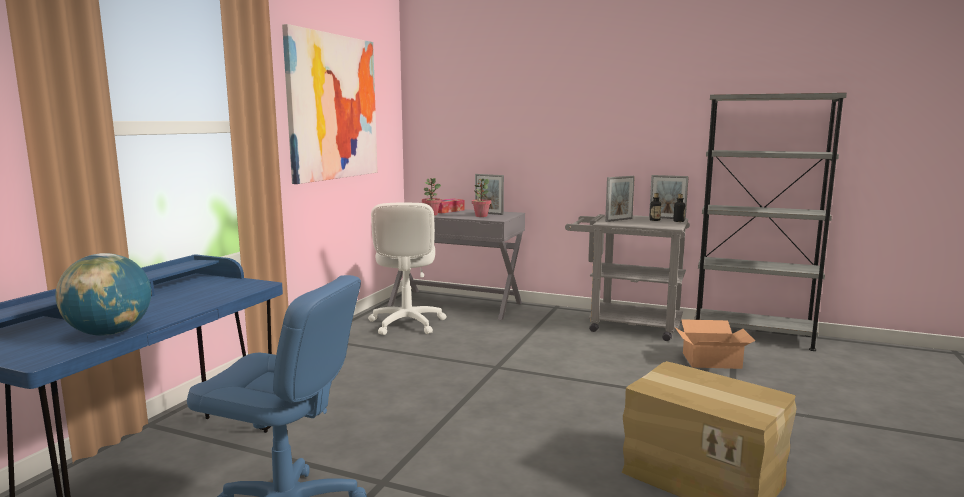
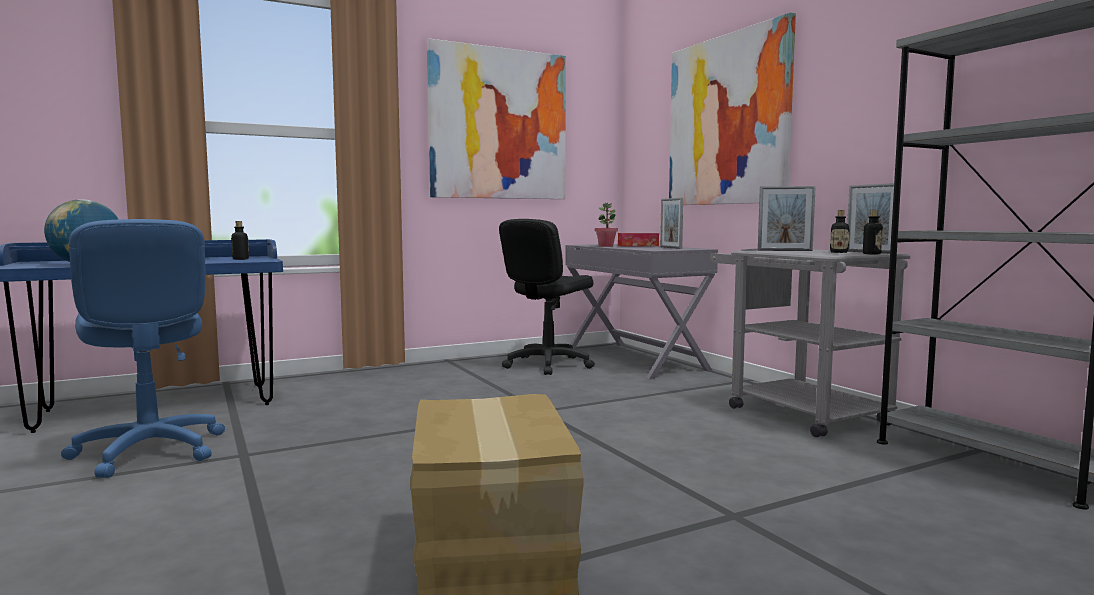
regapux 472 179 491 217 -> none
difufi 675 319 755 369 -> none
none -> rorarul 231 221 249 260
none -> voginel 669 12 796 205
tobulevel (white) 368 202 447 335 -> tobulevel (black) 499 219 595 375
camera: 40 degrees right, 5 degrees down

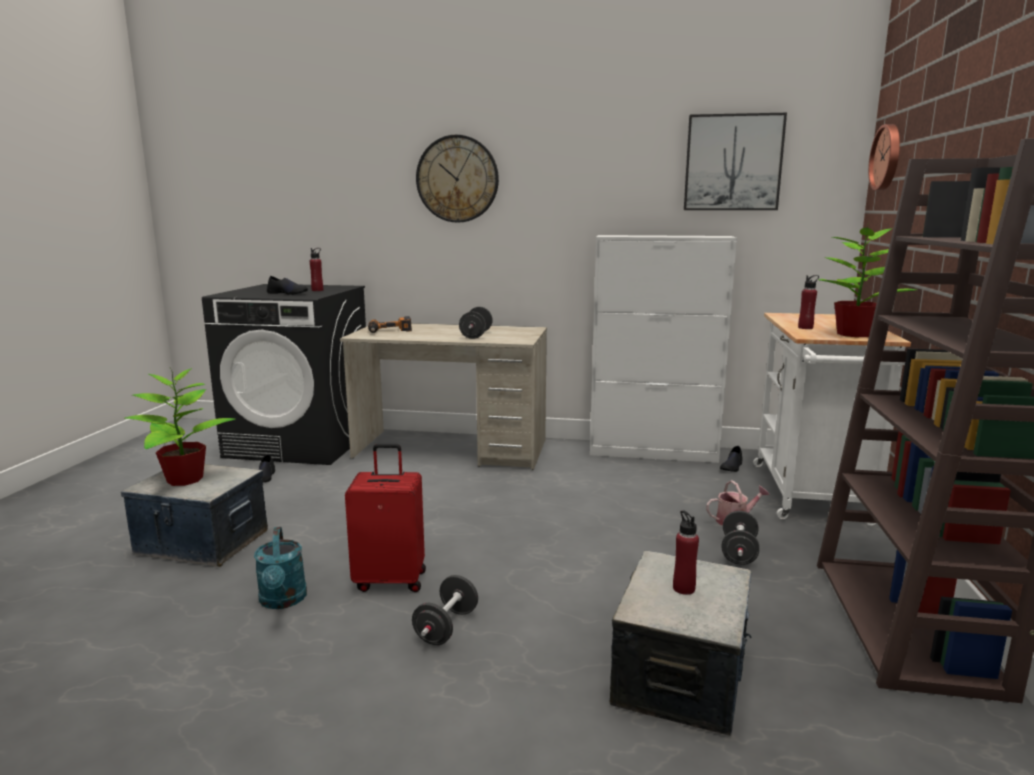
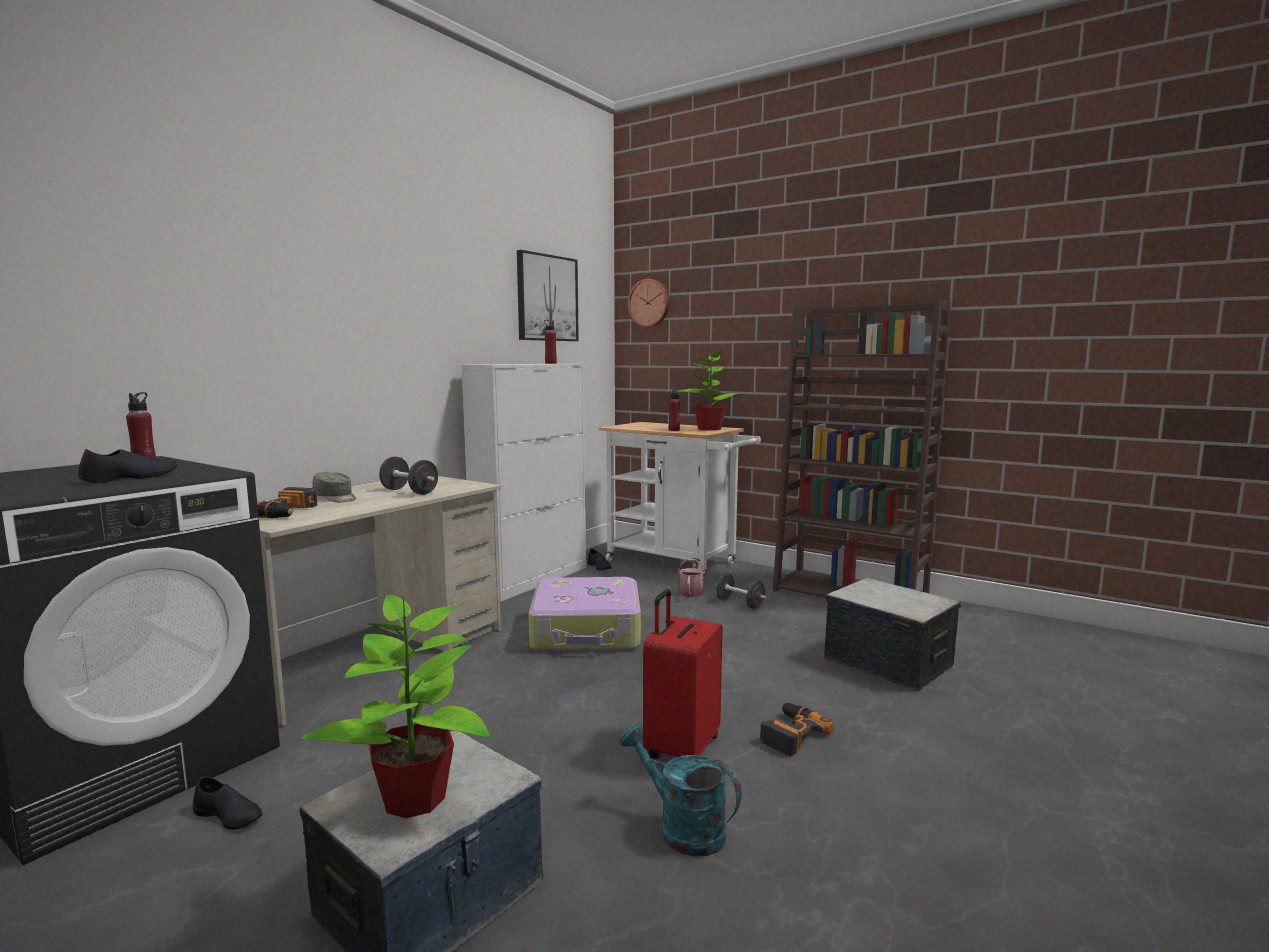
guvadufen 416 135 499 223 -> none
none -> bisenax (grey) 312 472 356 502
none -> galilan 529 577 641 651
rorarul (red) 673 510 699 595 -> rorarul (red) 544 320 557 364, relocated
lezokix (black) 412 575 478 645 -> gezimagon 760 702 834 756
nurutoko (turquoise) 254 527 307 609 -> nurutoko (turquoise) 619 724 742 857, 150 degrees counterclockwise
camera: 65 degrees left, 5 degrees down

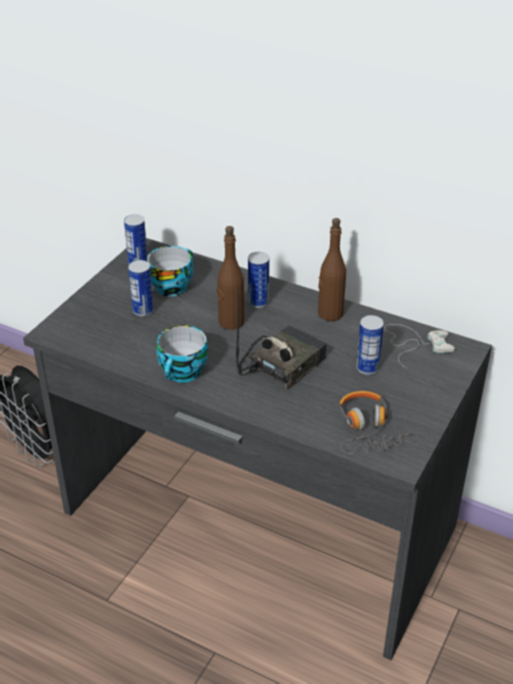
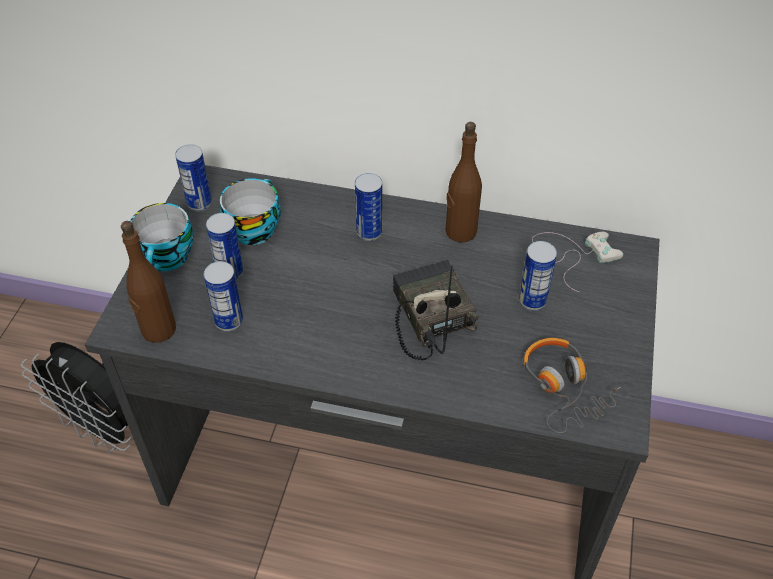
none -> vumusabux 204 261 243 332
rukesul 156 325 208 383 -> rukesul 130 203 194 271, relocated
rorarul (brown) 217 226 244 330 -> rorarul (brown) 121 221 176 343, relocated
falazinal 236 290 327 390 -> falazinal 393 260 479 361, 45 degrees counterclockwise
camera: 15 degrees left, 10 degrees up

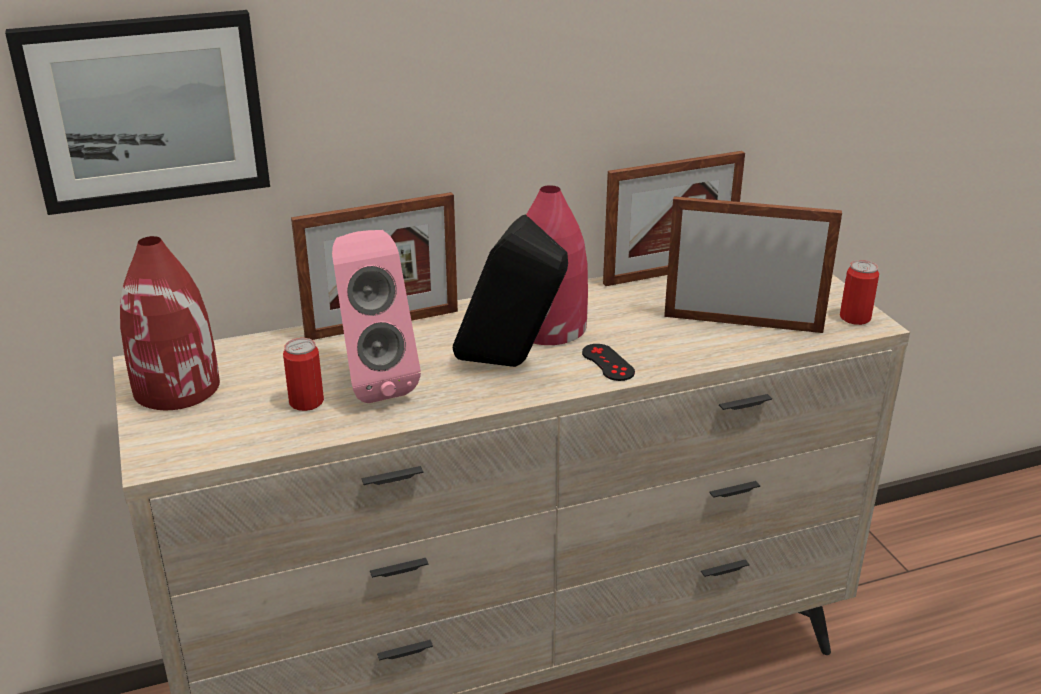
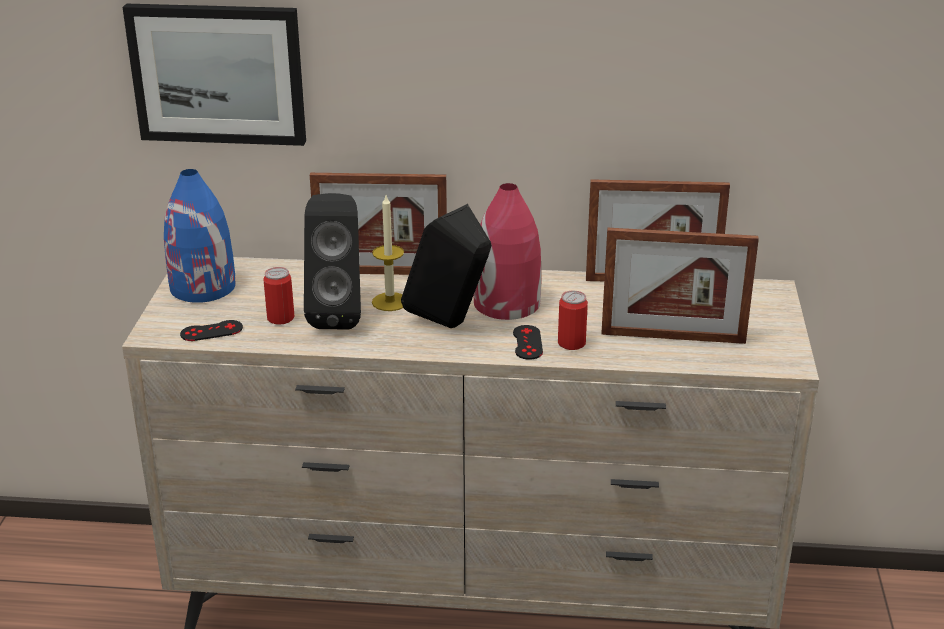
none -> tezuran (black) 180 320 243 341
none -> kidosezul 372 195 404 311
vumusabux 840 260 879 325 -> vumusabux 558 291 588 350, relocated
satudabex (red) 120 236 220 410 -> satudabex (blue) 164 169 236 303
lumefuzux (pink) 332 230 421 403 -> lumefuzux (black) 304 193 361 329
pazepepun 664 196 842 333 -> pazepepun 601 228 759 344, 150 degrees clockwise
camera: 25 degrees right, 0 degrees up

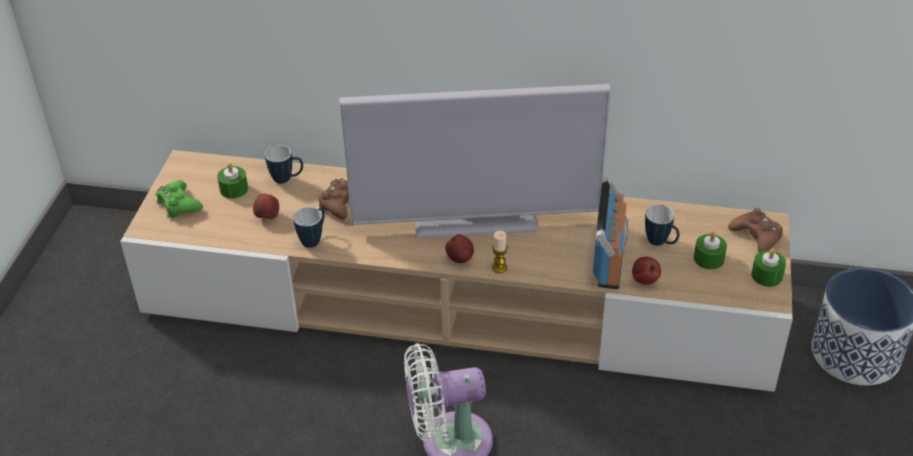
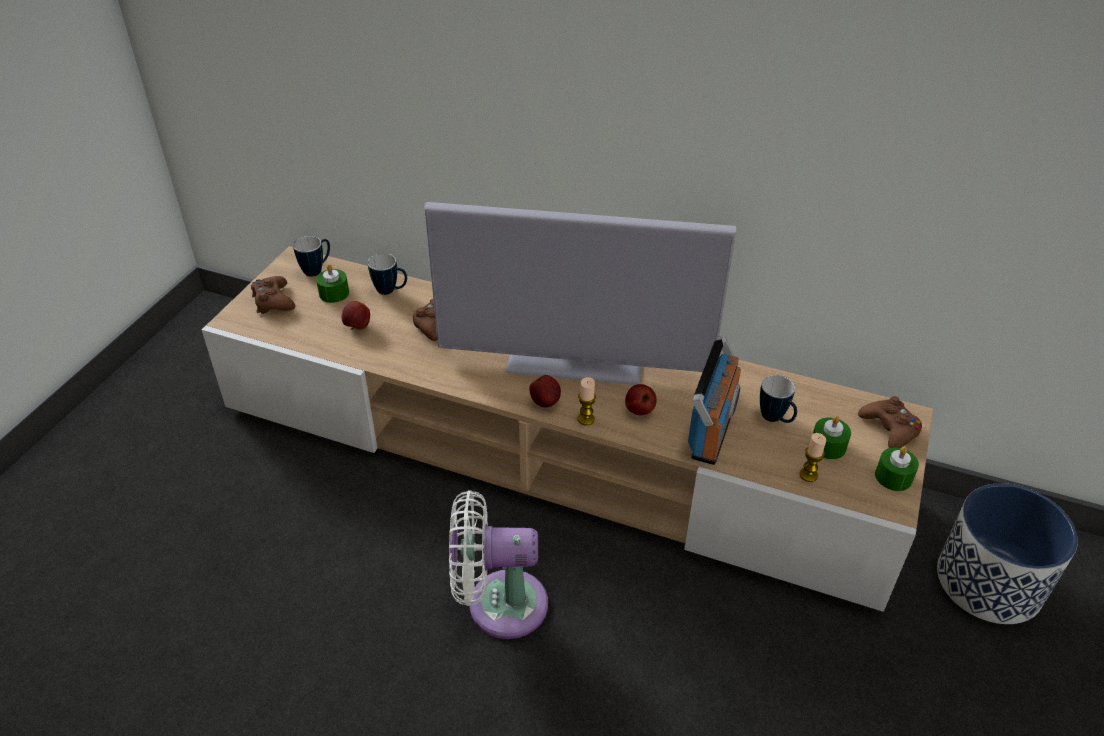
none -> kidosezul 799 433 826 482
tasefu 293 207 325 248 -> tasefu 293 236 330 277, relocated
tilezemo 632 257 661 285 -> tilezemo 625 384 657 415, relocated
tezuran (green) 156 180 203 218 -> tezuran (brown) 251 276 295 314
camera: 10 degrees right, 0 degrees up

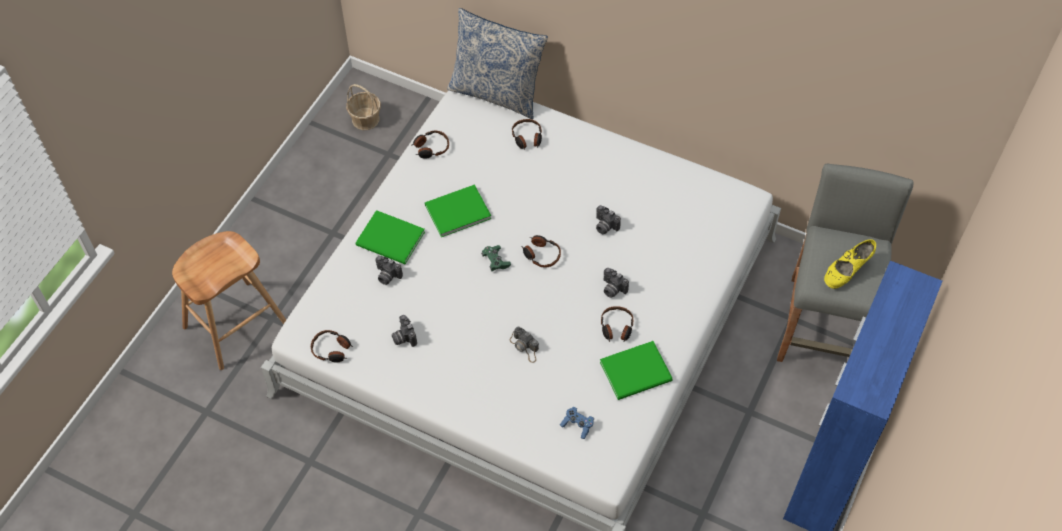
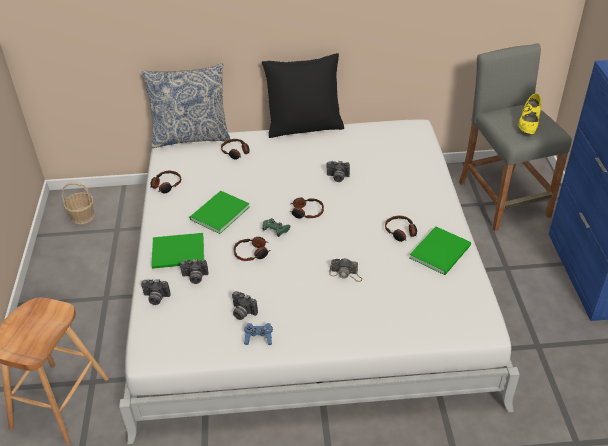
none -> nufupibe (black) 262 53 344 138
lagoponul 311 330 353 363 -> lagoponul 234 237 271 261, relocated
tezuran (blue) 560 407 594 439 -> tezuran (blue) 244 323 273 345, relocated
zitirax 603 268 629 298 -> zitirax 141 279 171 305, relocated
camera: 30 degrees left, 15 degrees down

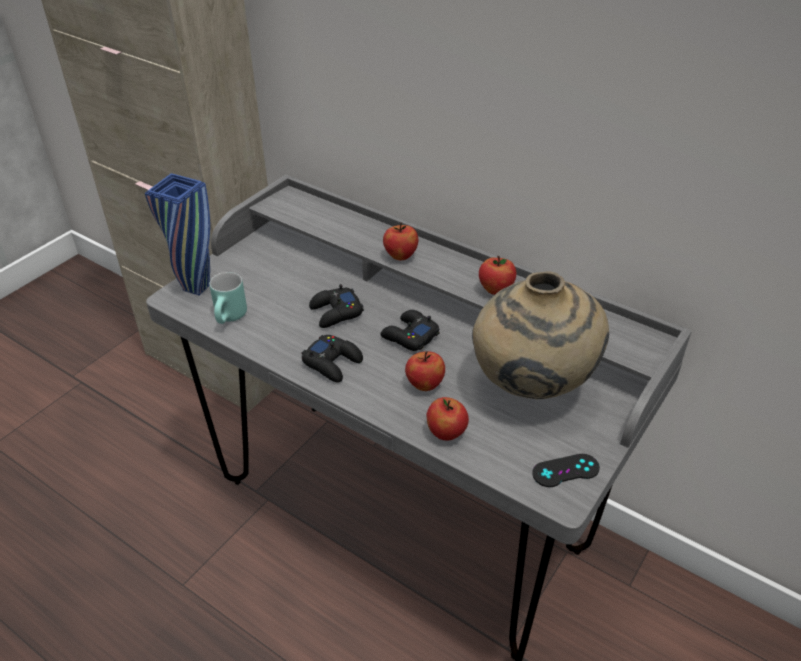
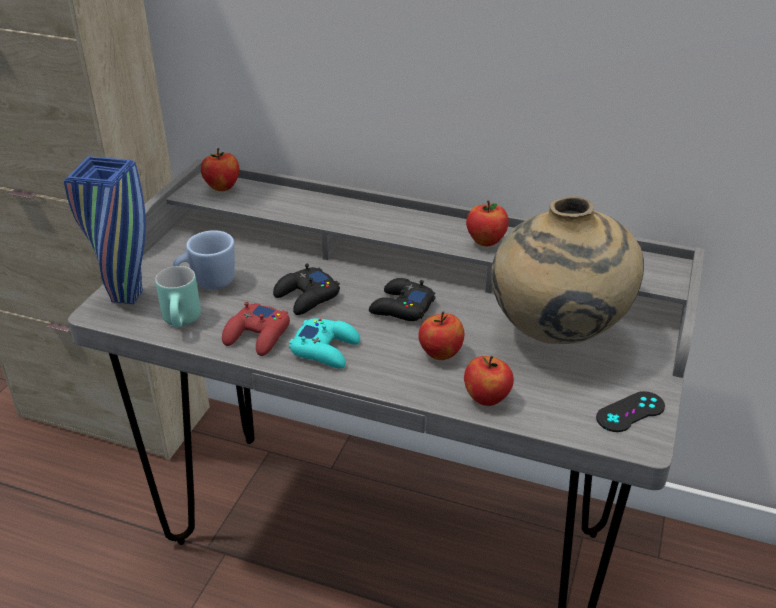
none -> tasefu (blue) 173 230 235 290
none -> tezuran (red) 222 302 290 356
tilezemo 383 222 418 260 -> tilezemo 201 148 239 191, relocated
tezuran (black) 301 335 363 383 -> tezuran (turquoise) 289 318 360 368
camera: 15 degrees left, 5 degrees down

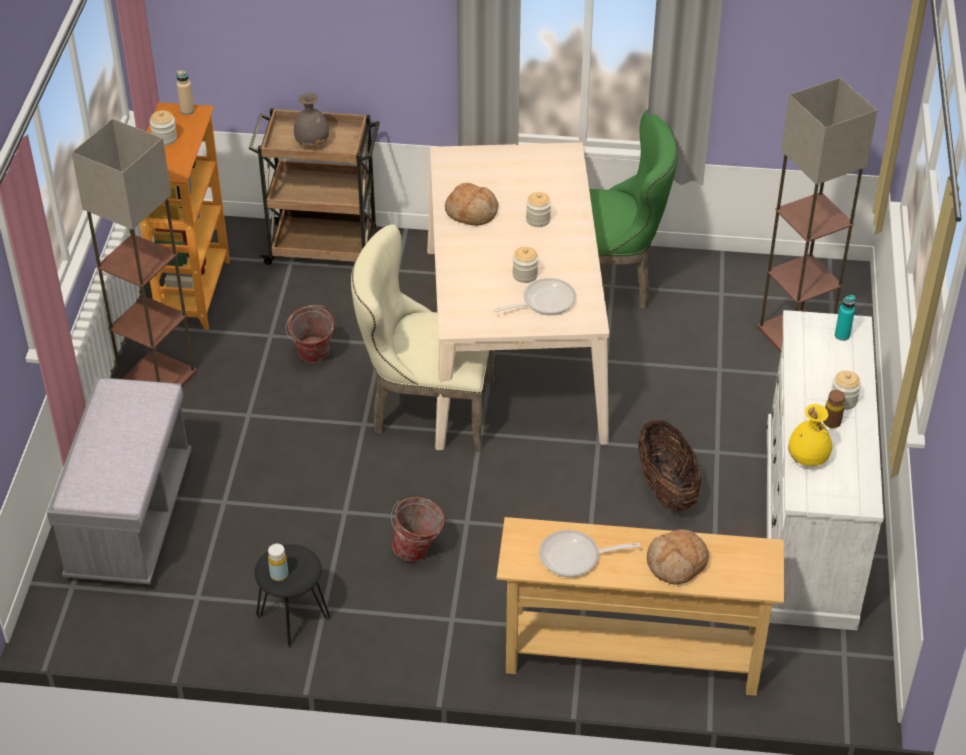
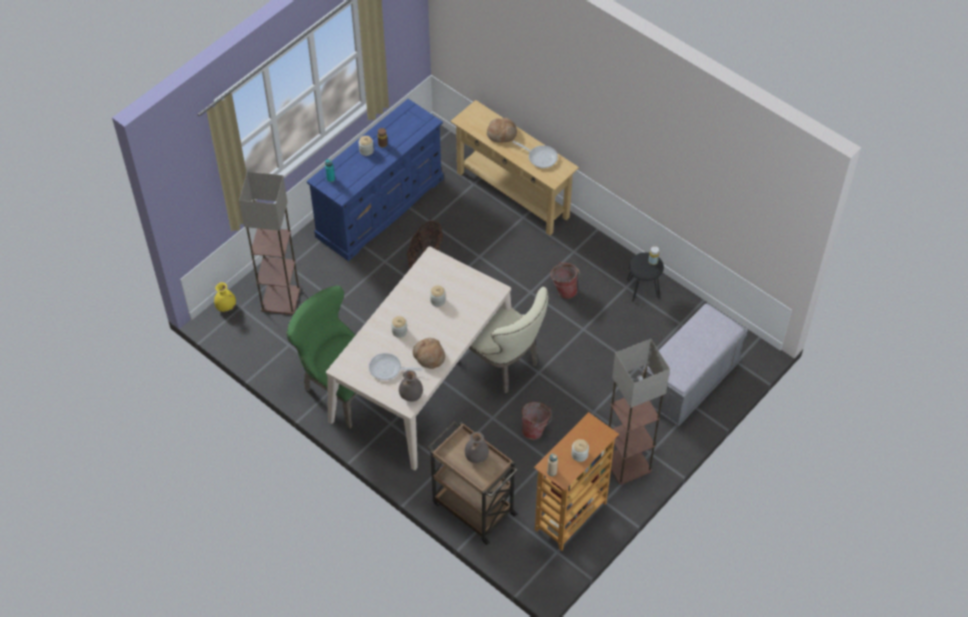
none -> satudabex (grey) 399 370 423 402
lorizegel 494 278 576 315 -> lorizegel 369 353 423 380, relocated
satudabex (yellow) 788 404 832 466 -> satudabex (yellow) 214 282 236 312, relocated
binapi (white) 767 310 884 631 -> binapi (blue) 307 99 444 261
camera: 145 degrees left, 10 degrees up

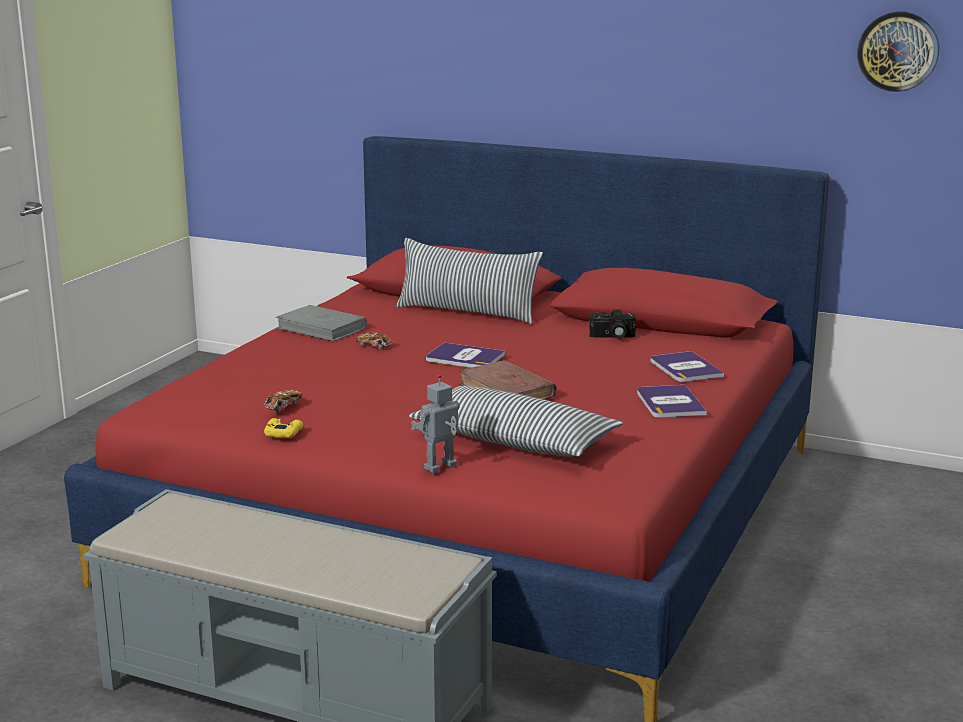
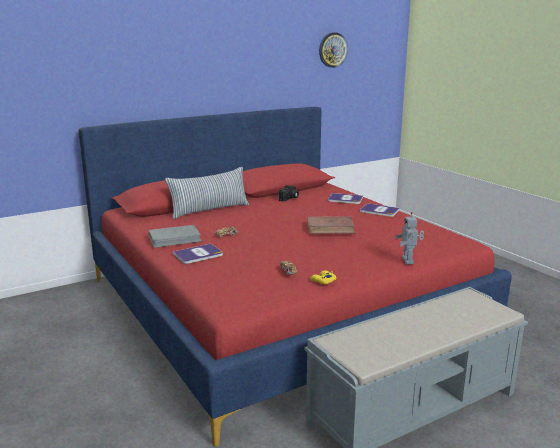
nufupibe 409 386 623 457 -> none
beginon 426 343 505 368 -> beginon 173 244 223 264, relocated
camera: 55 degrees left, 0 degrees up

